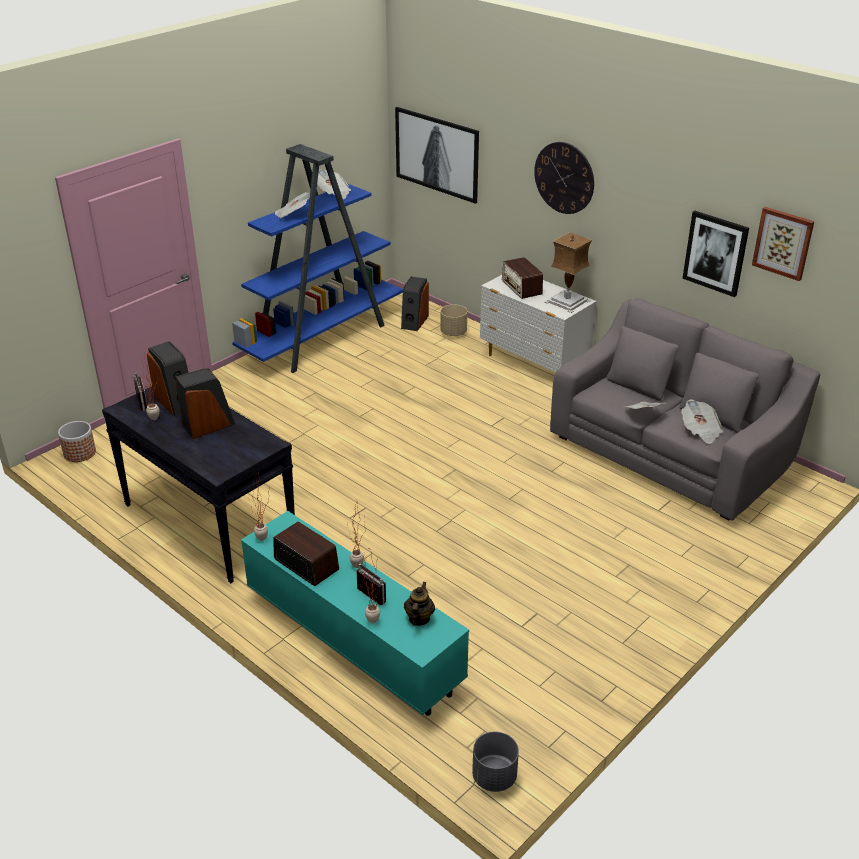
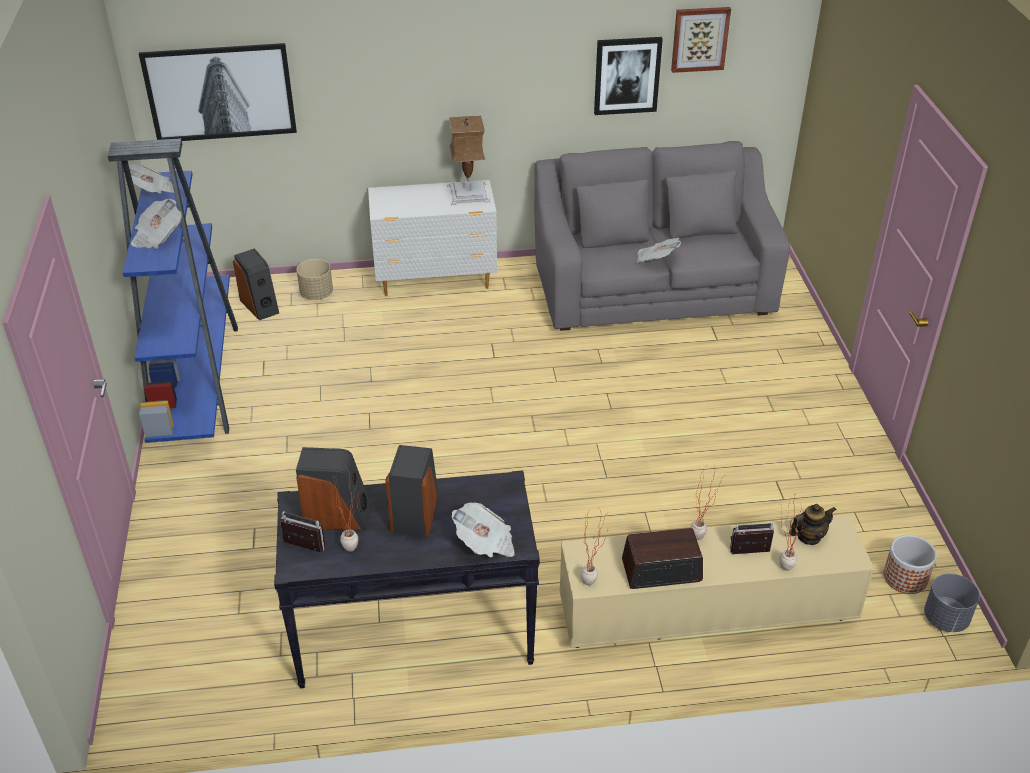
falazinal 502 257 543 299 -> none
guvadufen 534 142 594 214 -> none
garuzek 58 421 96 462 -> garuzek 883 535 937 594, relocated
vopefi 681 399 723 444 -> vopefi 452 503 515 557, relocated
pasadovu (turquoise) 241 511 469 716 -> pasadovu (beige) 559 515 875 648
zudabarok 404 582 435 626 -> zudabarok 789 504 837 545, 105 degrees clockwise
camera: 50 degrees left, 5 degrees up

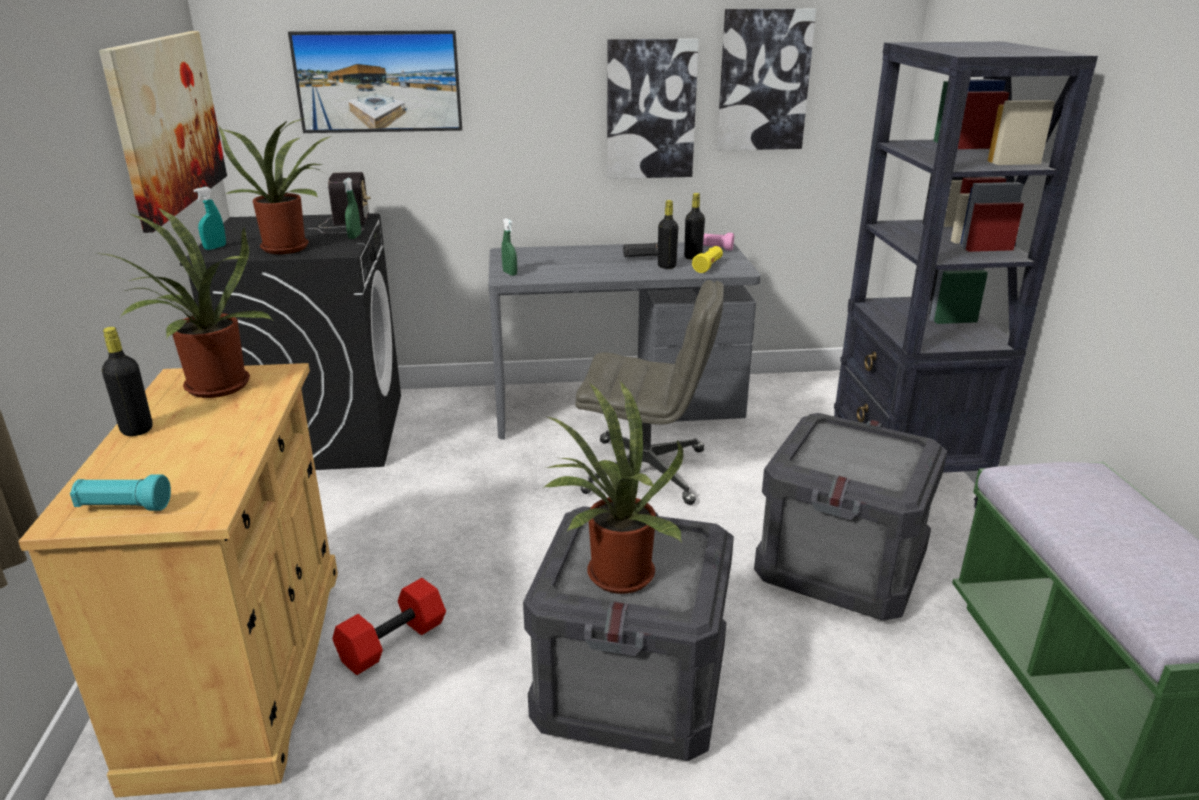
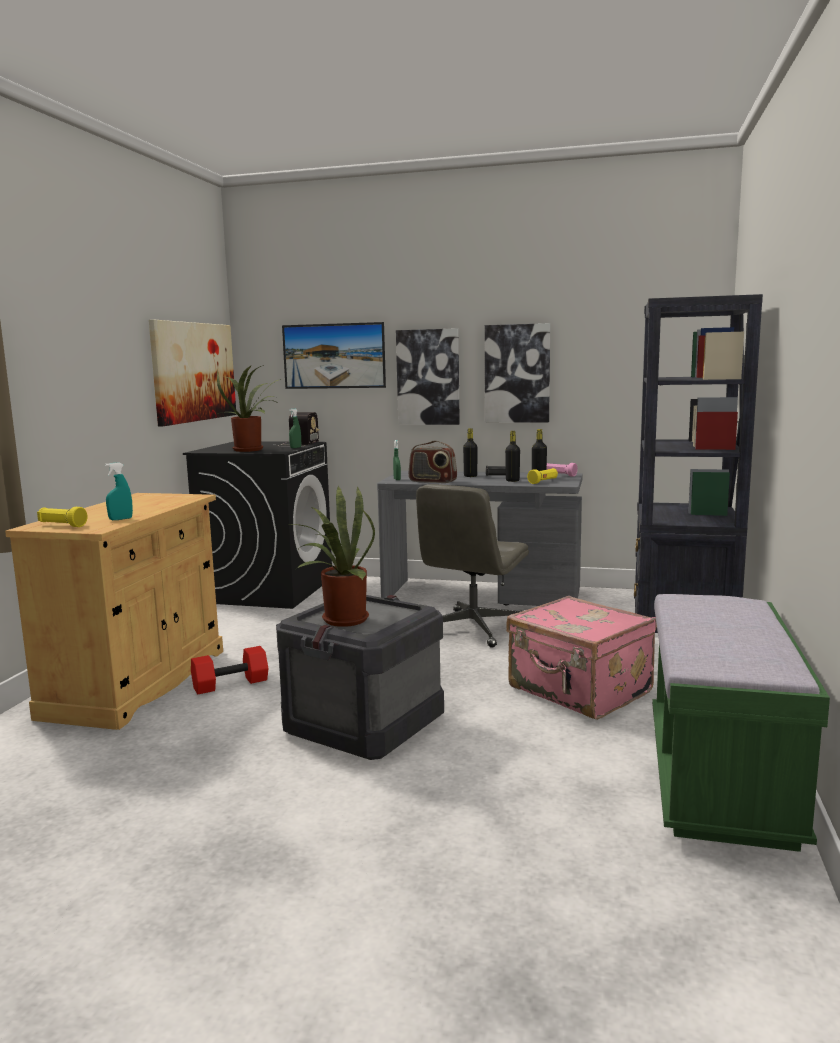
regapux 103 207 273 398 -> none
none -> falazinal 409 440 457 483
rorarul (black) 102 327 153 436 -> rorarul (black) 463 428 478 477, relocated
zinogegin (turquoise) 193 187 226 250 -> zinogegin (turquoise) 105 463 133 520, relocated
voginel 717 9 816 150 -> voginel 396 328 460 425, relocated
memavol 754 413 947 621 -> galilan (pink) 506 596 657 720
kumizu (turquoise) 70 474 171 511 -> kumizu (yellow) 37 507 87 527
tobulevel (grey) 575 280 724 505 -> tobulevel (grey) 416 484 529 648, 90 degrees clockwise
camera: 20 degrees right, 15 degrees down

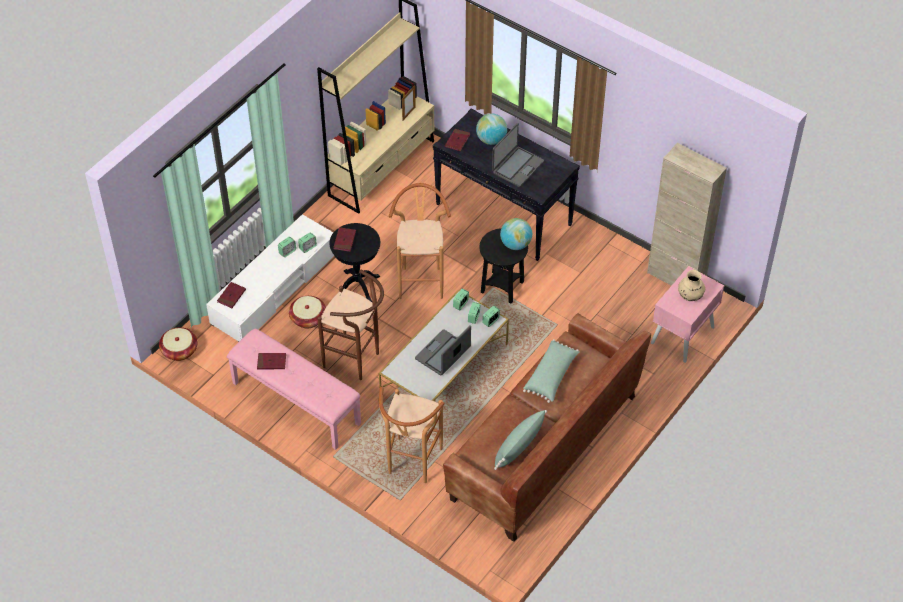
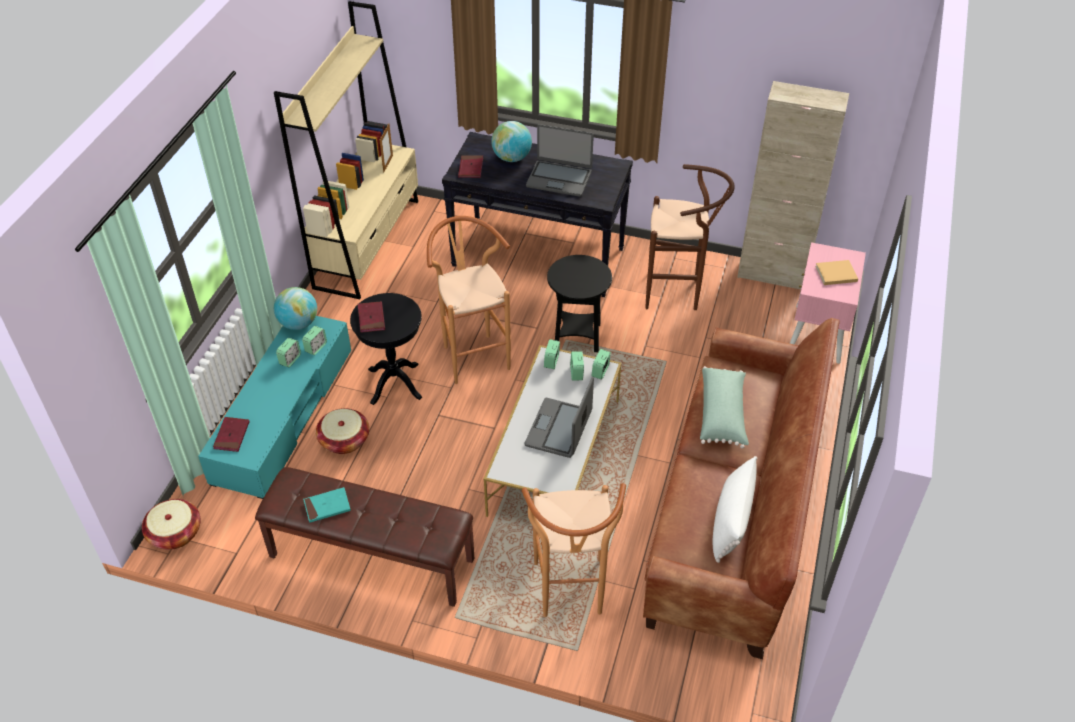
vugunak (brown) 317 270 384 380 -> vugunak (brown) 645 164 735 310, relocated
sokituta 500 218 532 250 -> sokituta 274 287 317 330, relocated
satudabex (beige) 678 270 705 301 -> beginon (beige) 815 260 858 285
pasadovu (white) 206 214 334 342 -> pasadovu (turquoise) 198 316 351 499
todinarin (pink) 227 329 361 450 -> todinarin (brown) 255 467 474 607
beginon (red) 257 353 286 369 -> beginon (turquoise) 303 487 351 523
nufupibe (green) 494 410 547 470 -> nufupibe (white) 713 456 757 563
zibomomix 492 123 544 187 -> zibomomix 526 124 594 197, 90 degrees clockwise
camera: 20 degrees left, 5 degrees down

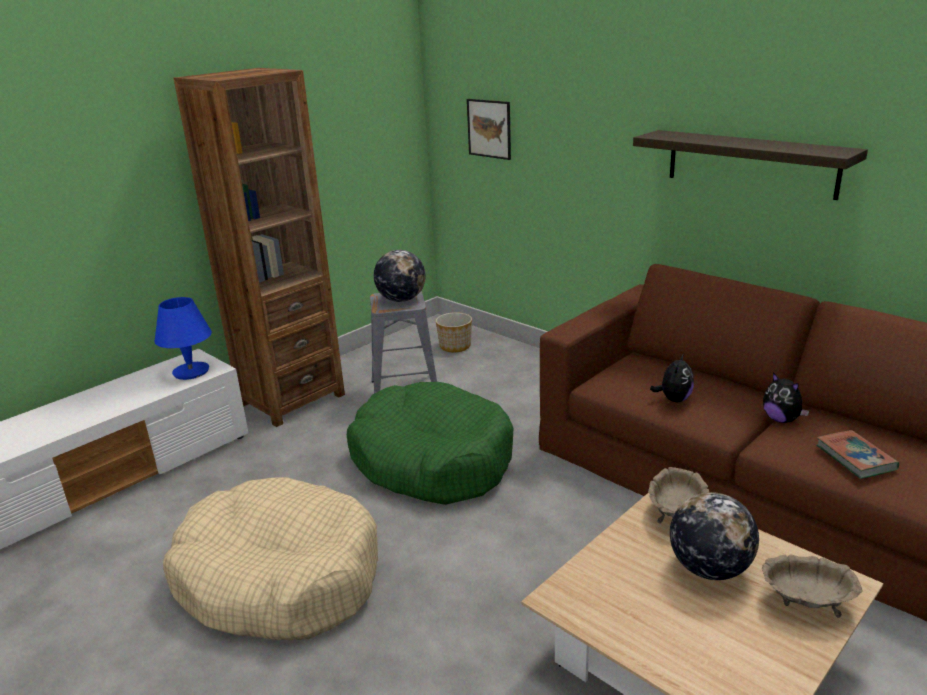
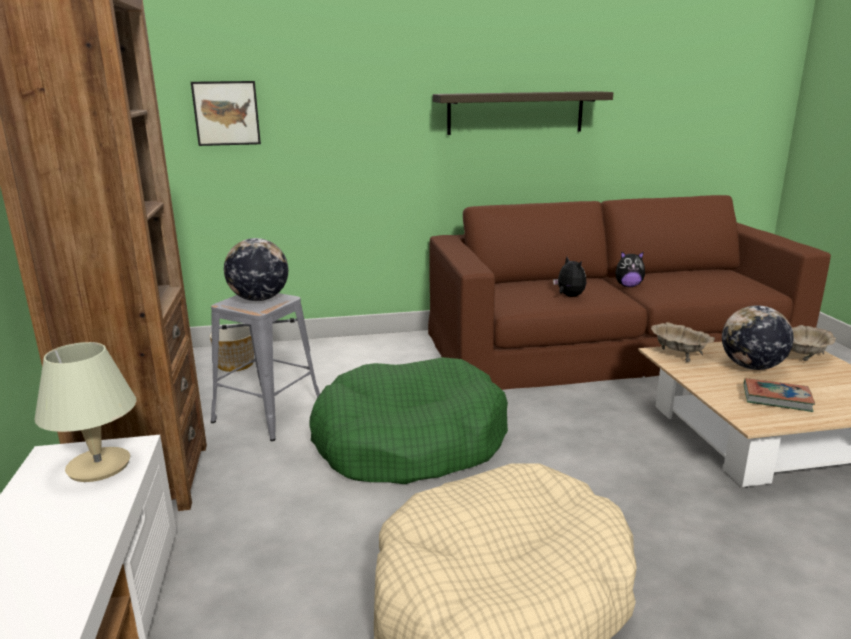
beginon 816 430 899 479 -> beginon 744 378 815 412, relocated
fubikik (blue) 155 297 212 380 -> fubikik (beige) 34 342 137 482
camera: 55 degrees left, 5 degrees down

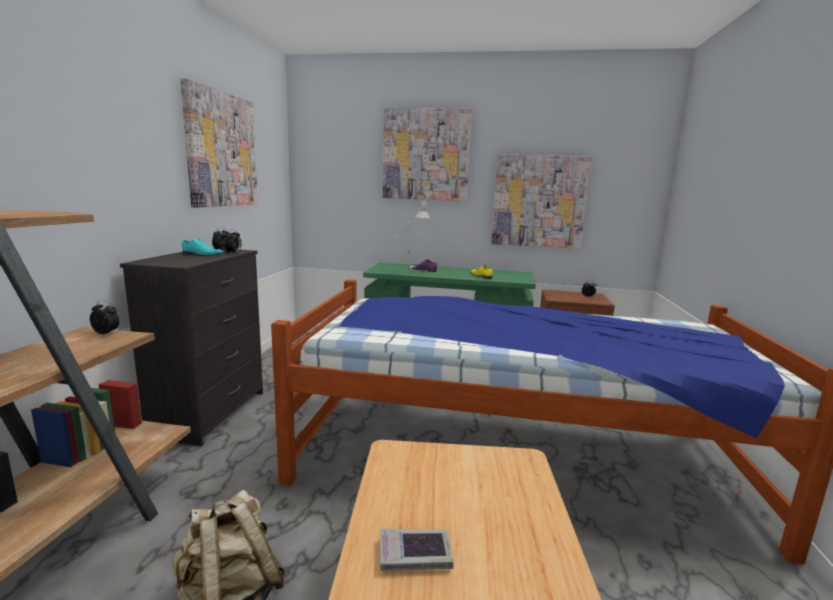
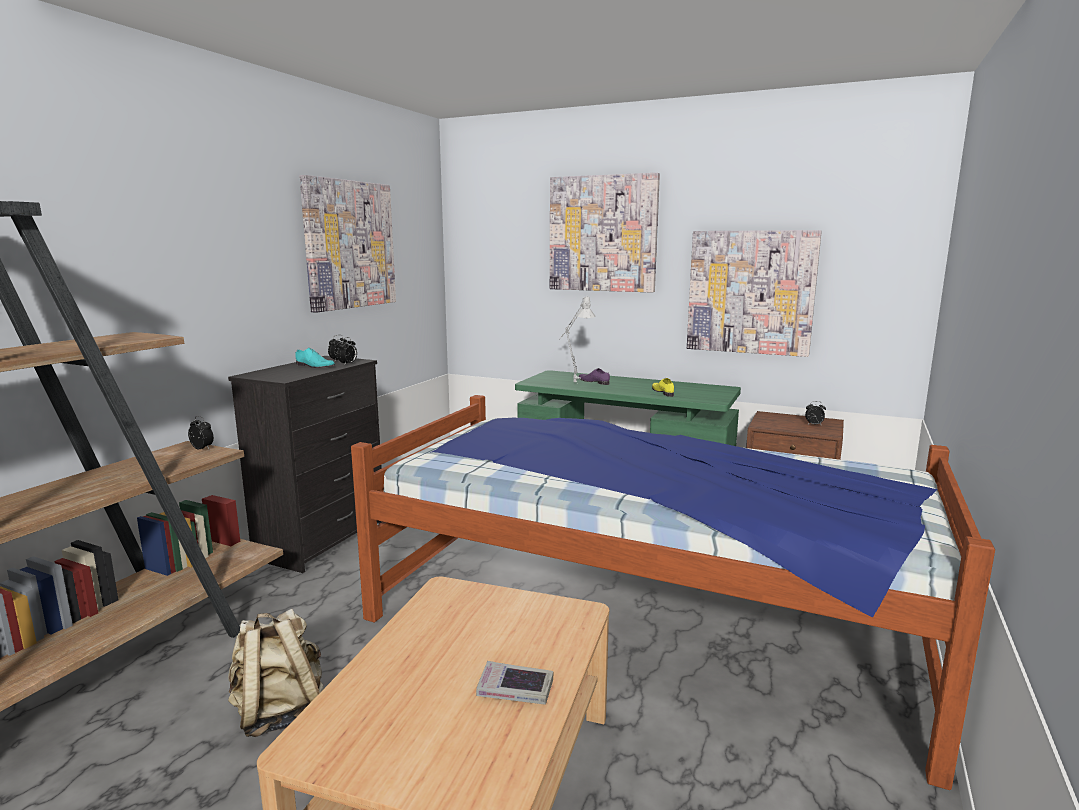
beginon 380 529 453 571 -> beginon 476 661 553 705, relocated
camera: 15 degrees right, 0 degrees up

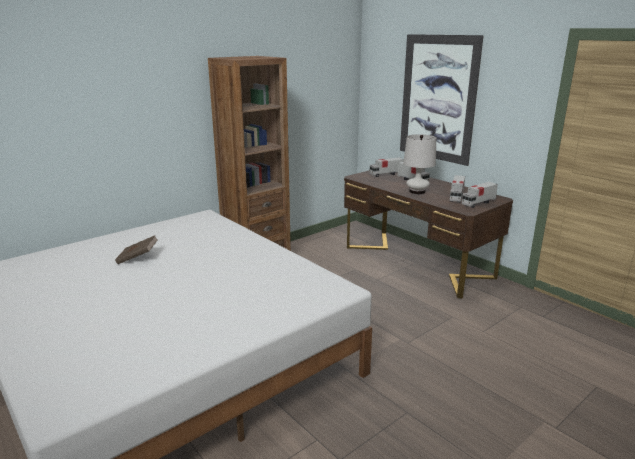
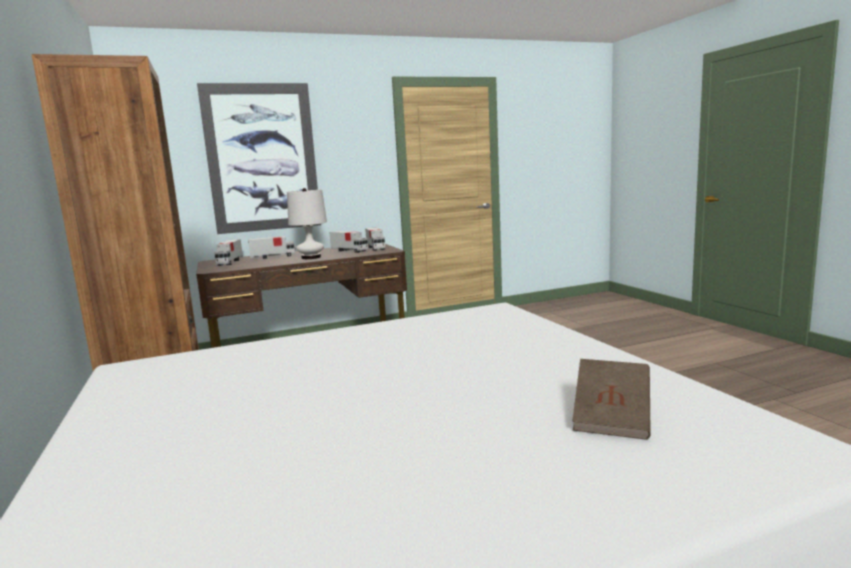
beginon (brown) 115 235 158 264 -> beginon (brown) 572 359 651 440, relocated
camera: 70 degrees left, 10 degrees down

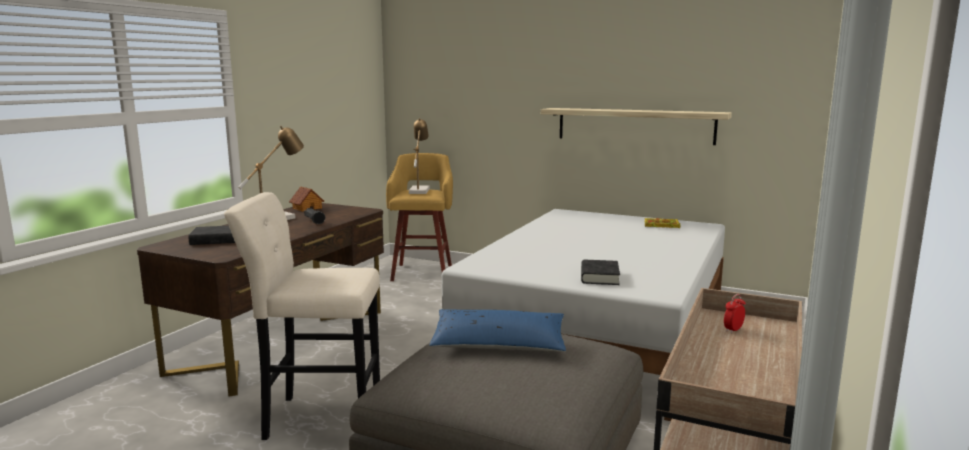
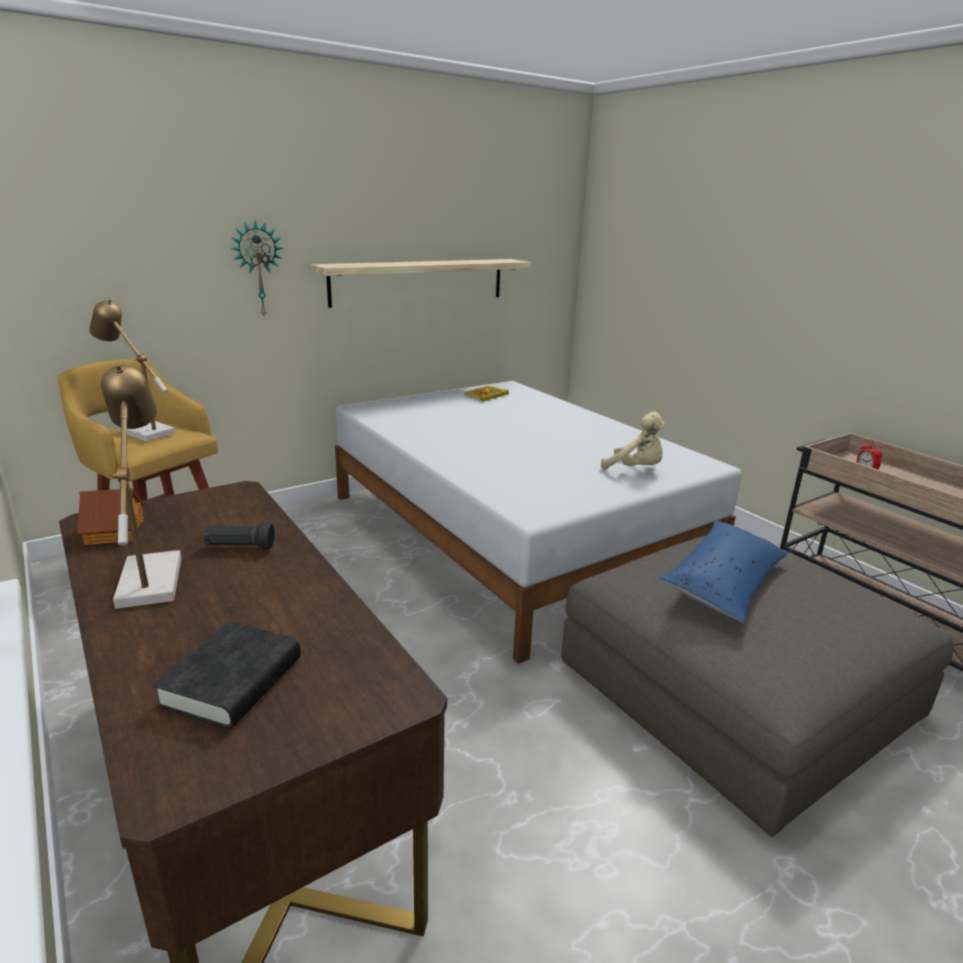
vugunak (beige) 224 192 380 440 -> none
none -> guvadufen 231 220 283 318
beginon (black) 581 260 620 285 -> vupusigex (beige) 601 412 665 470
camera: 60 degrees left, 10 degrees up

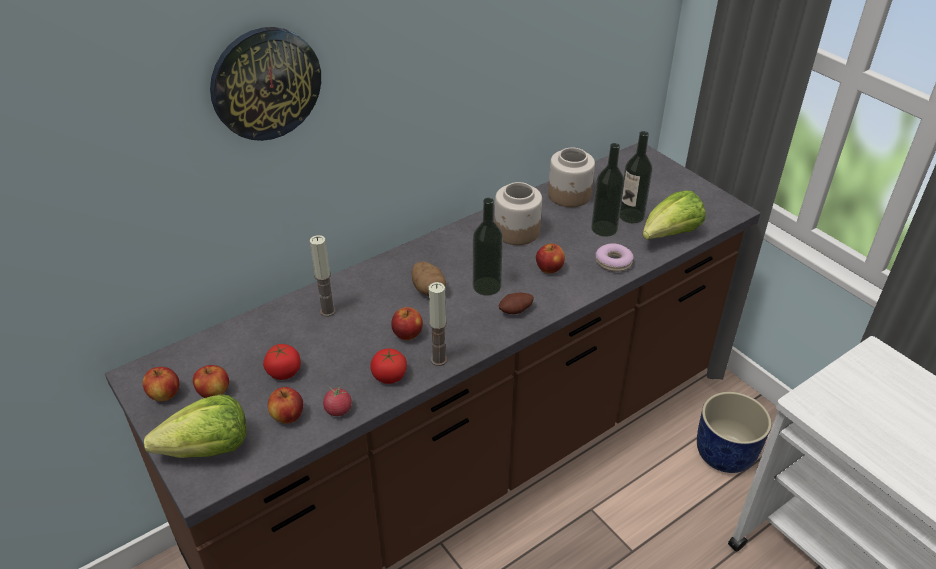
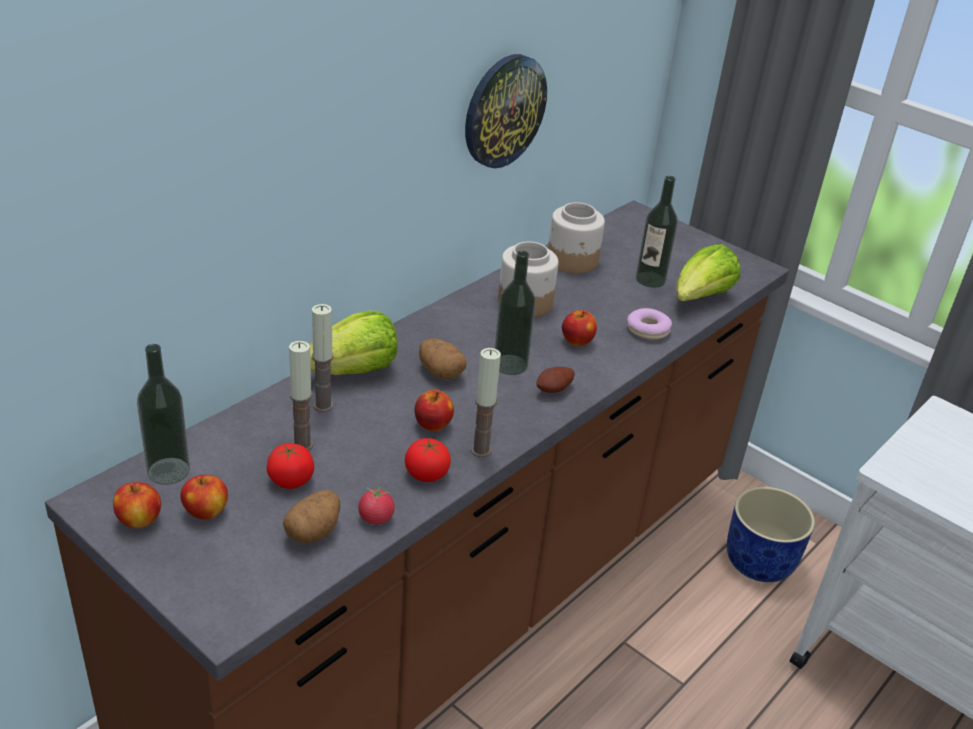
none -> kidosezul 289 341 313 451
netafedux 144 395 246 458 -> netafedux 309 311 398 375, relocated
guvadufen 210 27 321 141 -> guvadufen 465 54 547 168, relocated
rorarul 591 143 624 236 -> rorarul 137 344 190 485, relocated
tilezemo 268 387 303 424 -> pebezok 283 490 340 543
camera: 15 degrees left, 5 degrees down

